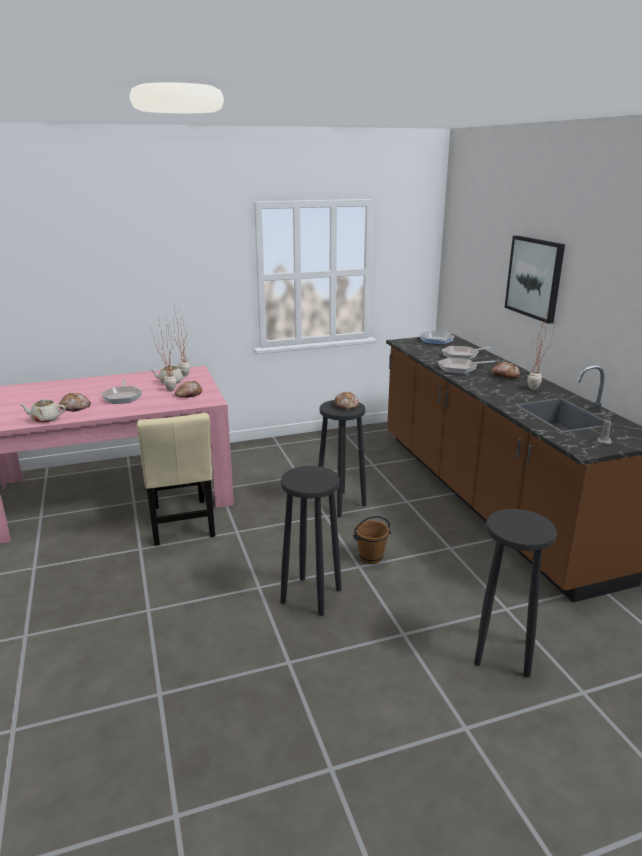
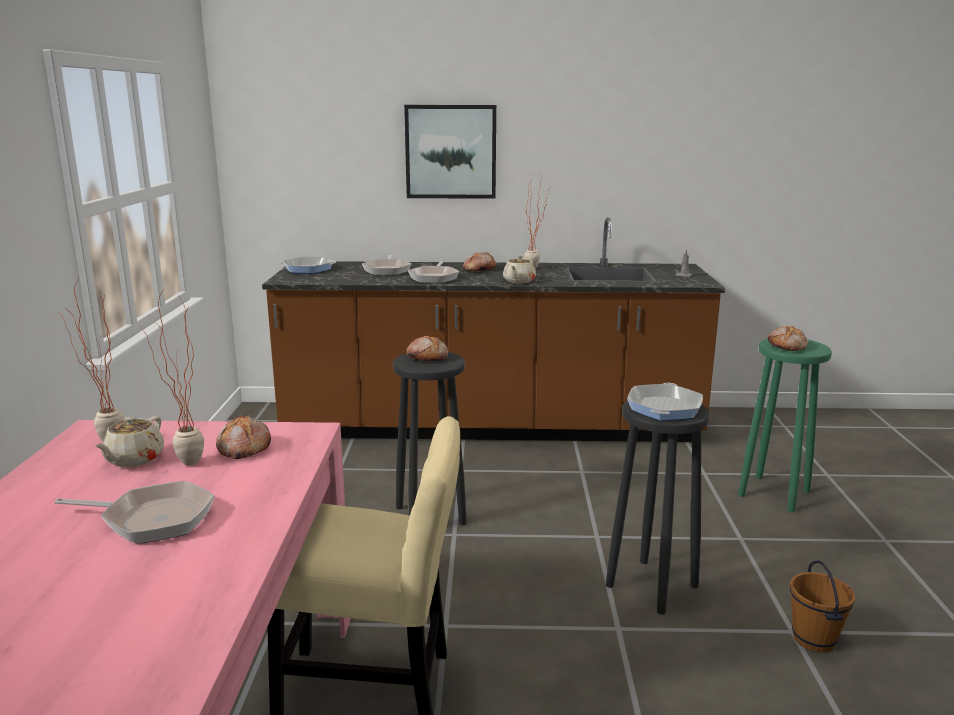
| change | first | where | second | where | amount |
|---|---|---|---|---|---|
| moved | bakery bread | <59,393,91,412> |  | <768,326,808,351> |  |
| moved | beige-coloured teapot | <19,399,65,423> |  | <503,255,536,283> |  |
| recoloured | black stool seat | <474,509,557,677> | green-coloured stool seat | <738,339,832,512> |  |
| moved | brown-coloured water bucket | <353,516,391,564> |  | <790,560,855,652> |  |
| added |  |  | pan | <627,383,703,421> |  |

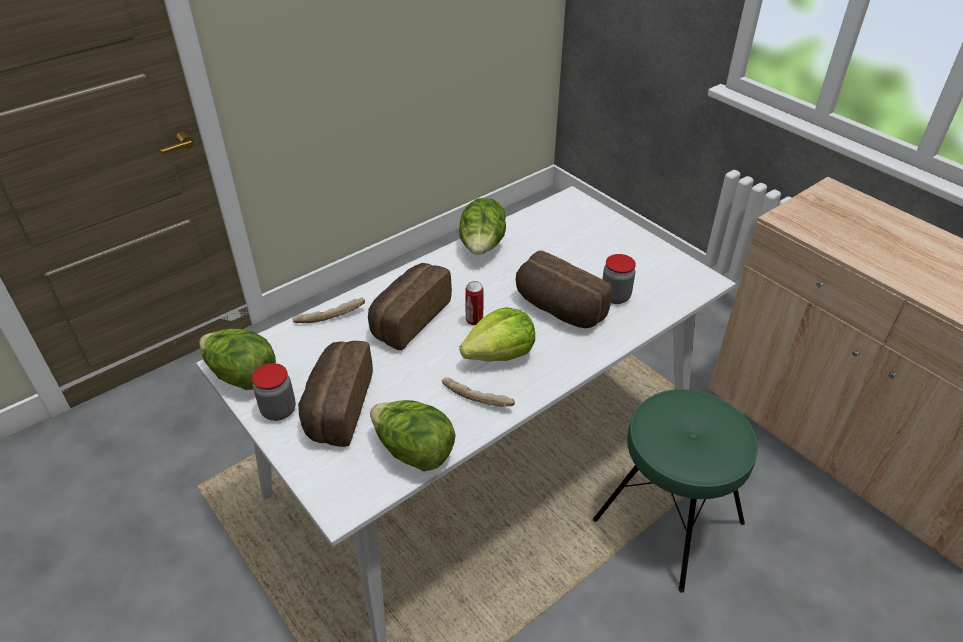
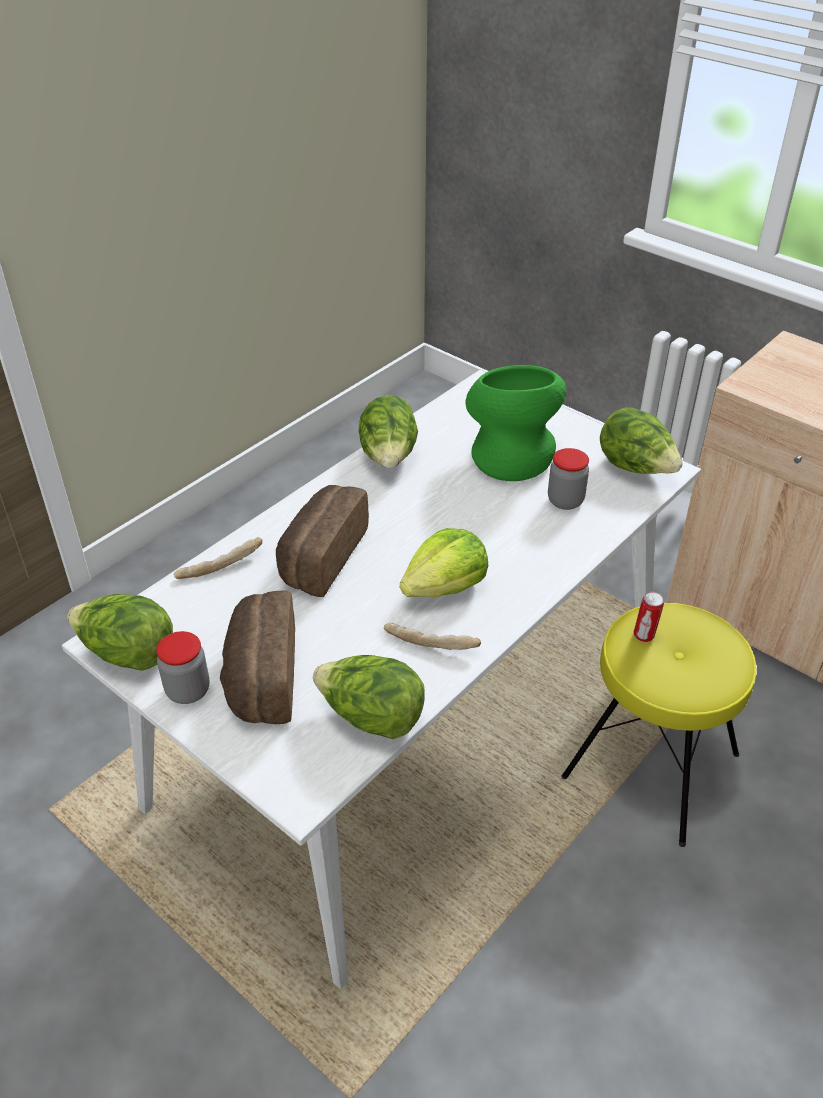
| change | first | where | second | where | amount |
|---|---|---|---|---|---|
| removed | bakery bread | <516,250,612,328> |  |  |  |
| moved | sealed can | <465,281,484,325> |  | <634,592,664,642> |  |
| recoloured | green-coloured stool seat | <593,389,758,593> | yellowish stool seat | <561,603,756,847> |  |
| added |  |  | green-coloured flower vase | <466,365,566,481> |  |
| added |  |  | lettuce | <600,406,683,474> |  |

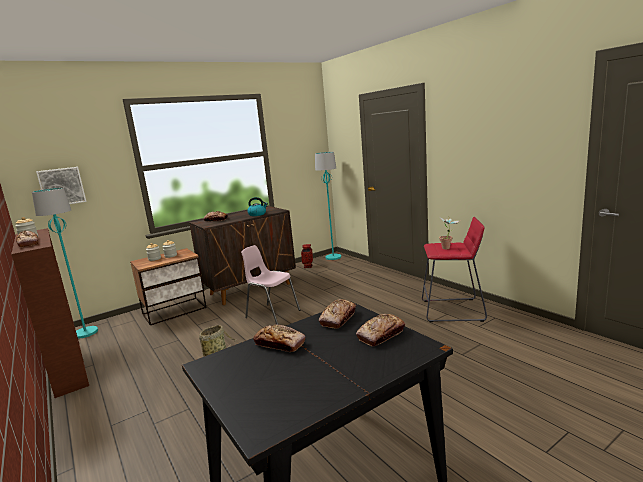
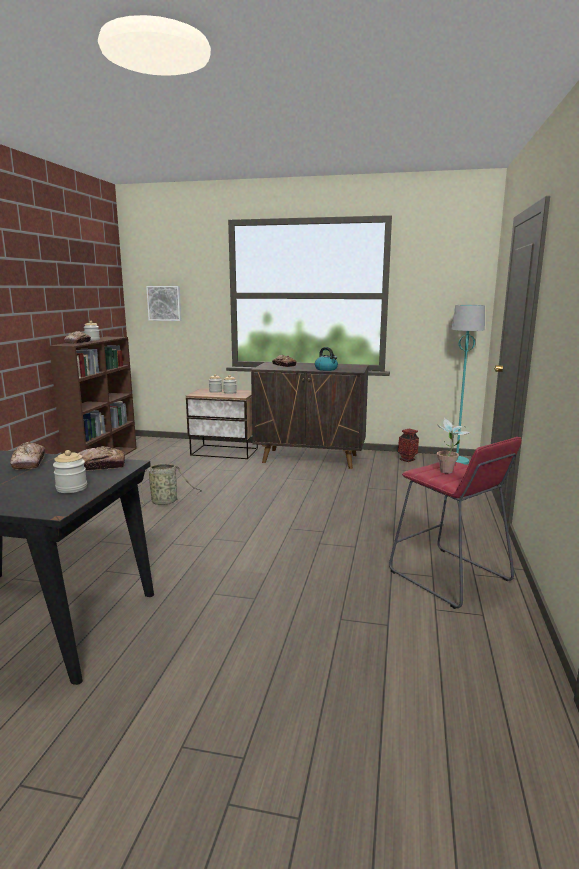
| change | first | where | second | where | amount |
|---|---|---|---|---|---|
| removed | turquoise standing lamp | <32,188,98,339> |  |  |  |
| removed | pink upright chair | <241,245,300,325> |  |  |  |
| replaced | bakery bread | <356,314,405,346> | preserve jar | <53,450,87,493> |  |

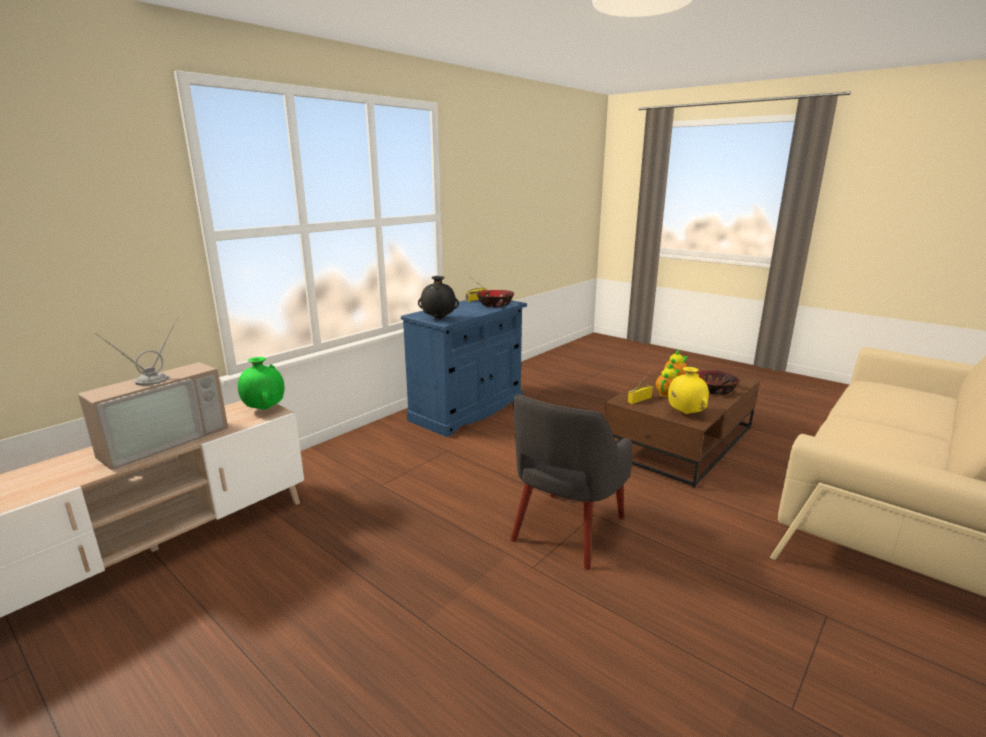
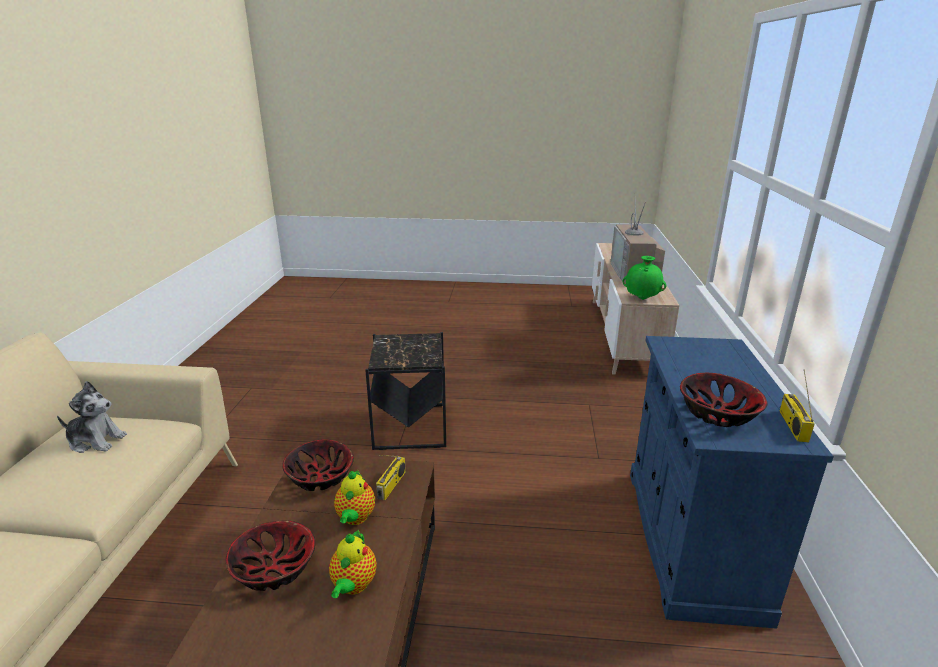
| change | first | where | second | where | amount |
|---|---|---|---|---|---|
| removed | black flower vase | <418,276,459,319> |  |  |  |
| replaced | yellowish flower vase | <668,367,709,414> | deep dish | <282,439,354,491> |  |
| replaced | gray easy chair | <511,394,632,570> | black accent table | <365,332,446,450> |  |
| added |  |  | cuddly toy | <57,381,127,453> |  |

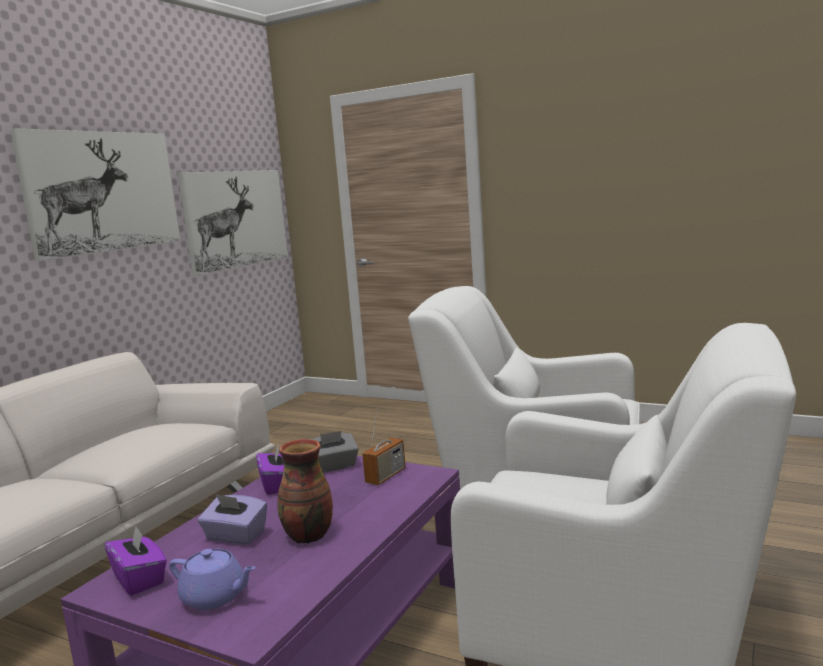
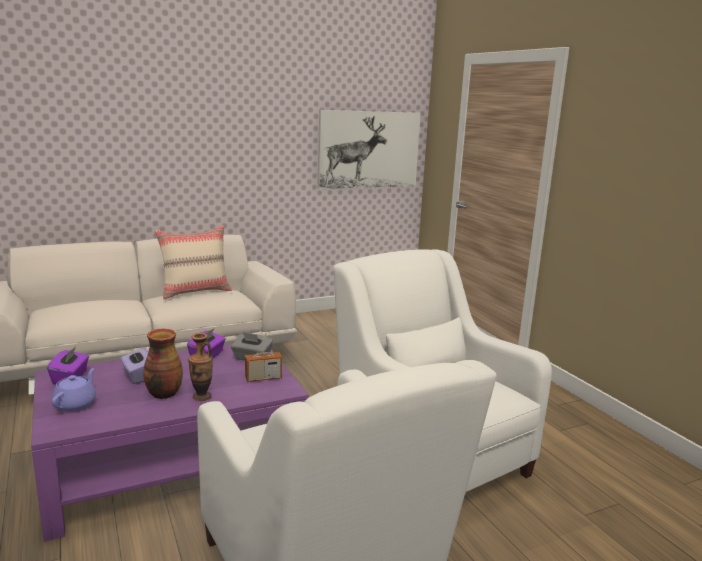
| change | first | where | second | where | amount |
|---|---|---|---|---|---|
| removed | wall art | <10,128,180,260> |  |  |  |
| turned | purple teapot | <169,549,256,610> |  | <51,368,96,411> | 135 degrees counterclockwise |
| added |  |  | beige-coloured throw pillow | <155,225,232,299> |  |
| added |  |  | flower vase | <188,333,213,401> |  |

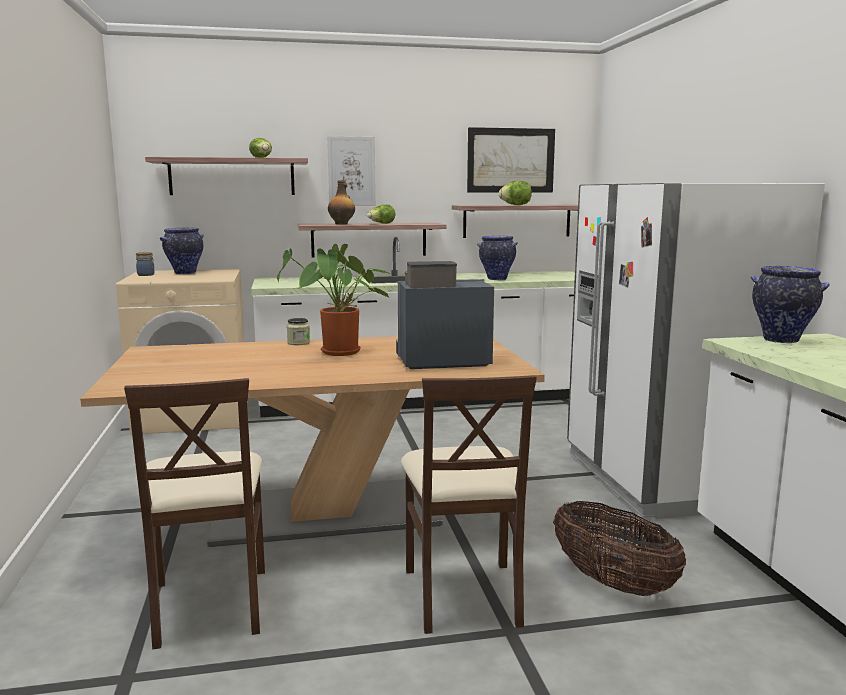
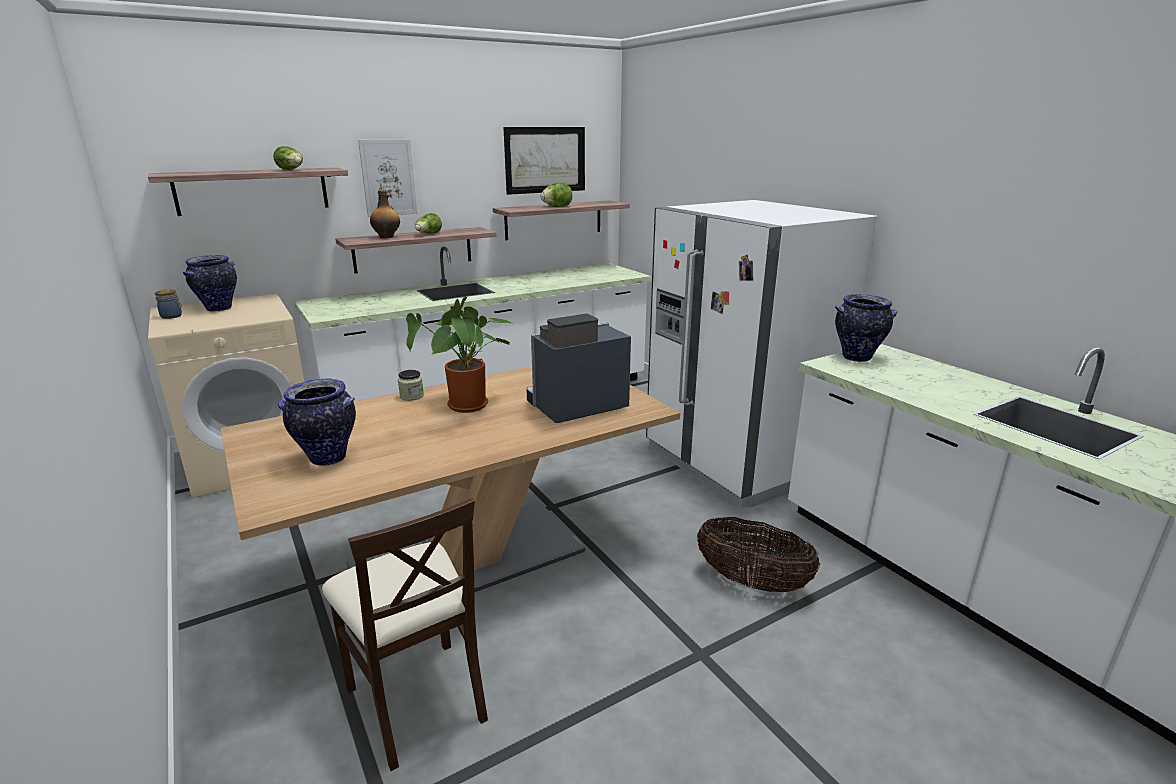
| change | first | where | second | where | amount |
|---|---|---|---|---|---|
| moved | flower vase | <477,236,518,280> |  | <278,378,356,466> |  |
| removed | beige-coloured upright chair | <401,375,537,634> |  |  |  |

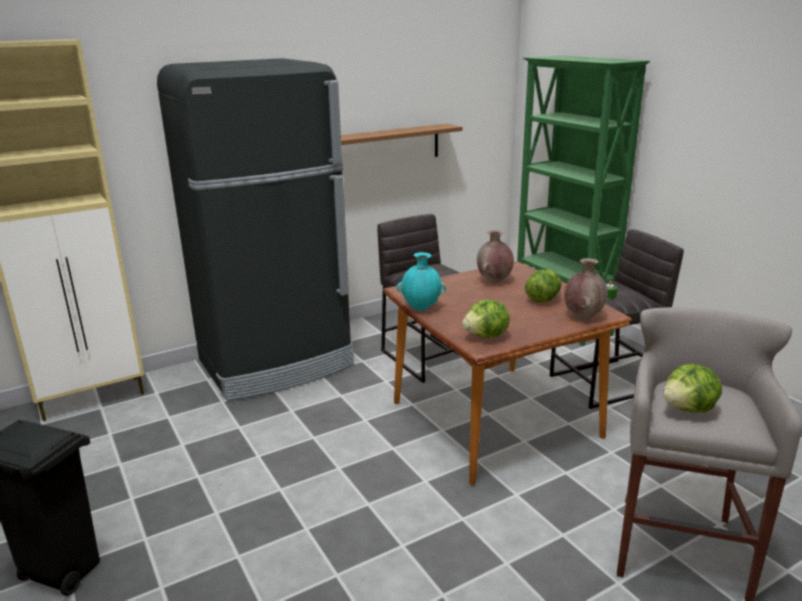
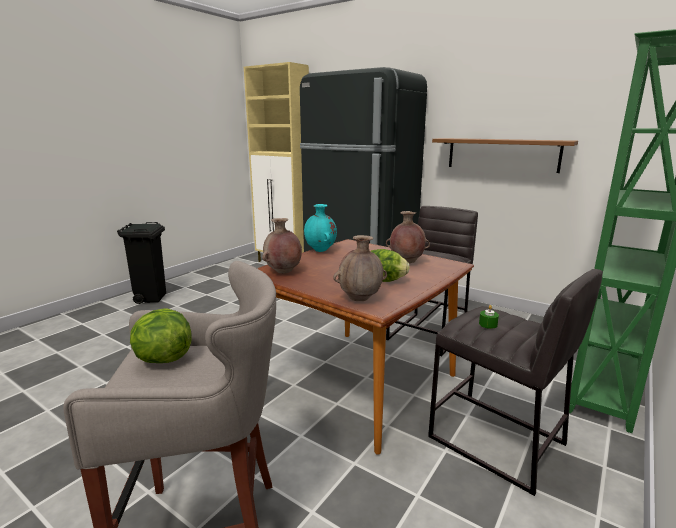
| change | first | where | second | where | amount |
|---|---|---|---|---|---|
| replaced | lettuce | <462,299,510,338> | brown-coloured flower vase | <262,218,302,274> |  |

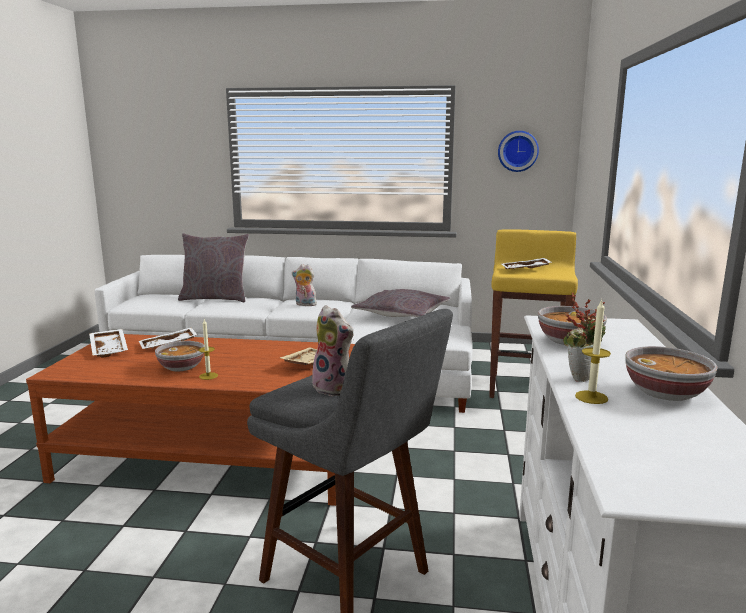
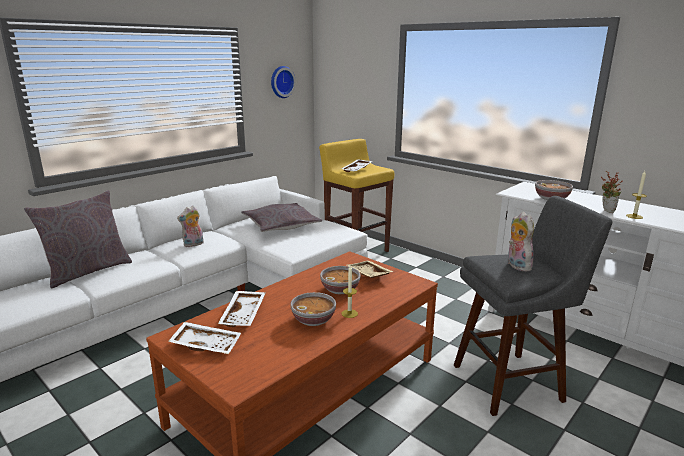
| change | first | where | second | where | amount |
|---|---|---|---|---|---|
| turned | cuddly toy | <312,305,354,396> |  | <507,212,535,271> | 90 degrees counterclockwise |
| moved | deep dish | <625,346,717,401> |  | <320,266,361,294> |  |

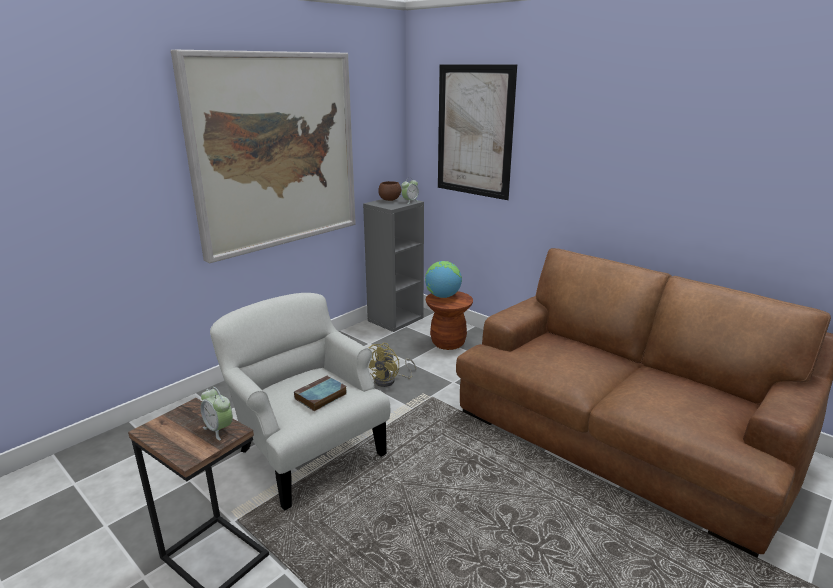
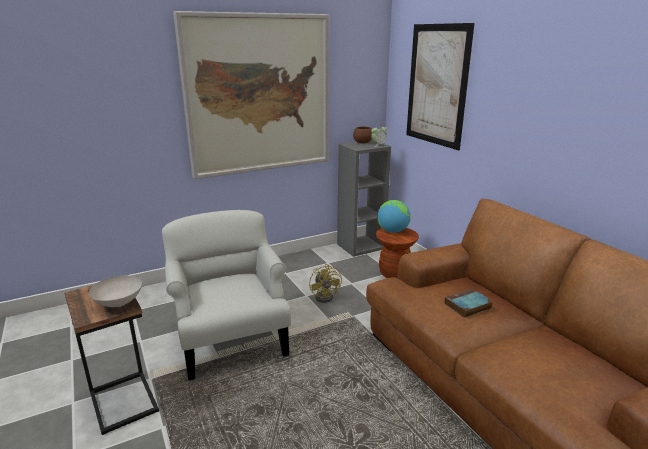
| change | first | where | second | where | amount |
|---|---|---|---|---|---|
| turned | yellowish fan | <369,343,416,387> |  | <309,264,342,303> | 60 degrees counterclockwise |
| moved | volume | <294,376,347,411> |  | <445,289,493,318> |  |
| replaced | alarm clock | <201,387,233,441> | whitish deep dish | <89,275,142,307> |  |

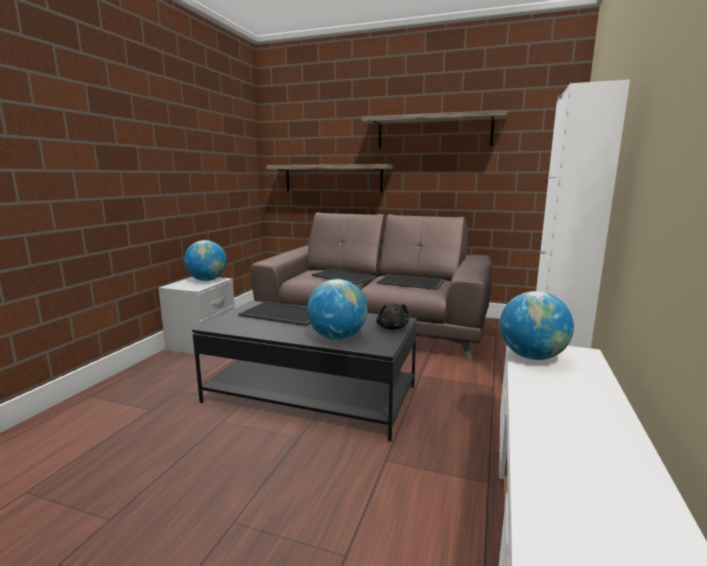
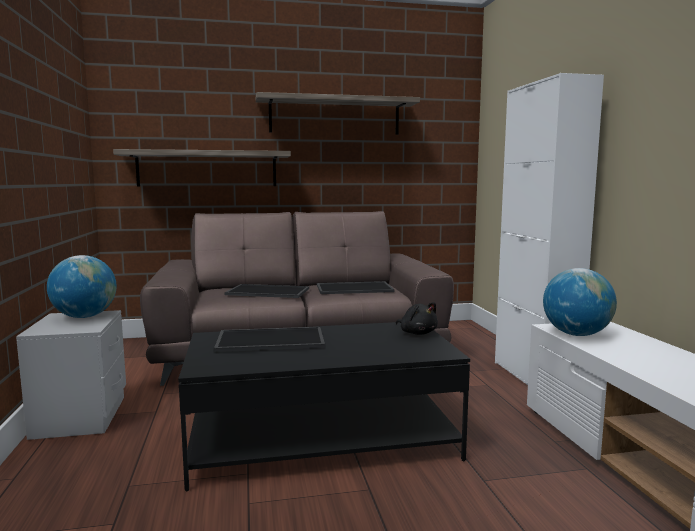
| change | first | where | second | where | amount |
|---|---|---|---|---|---|
| removed | desk globe | <307,279,368,340> |  |  |  |

